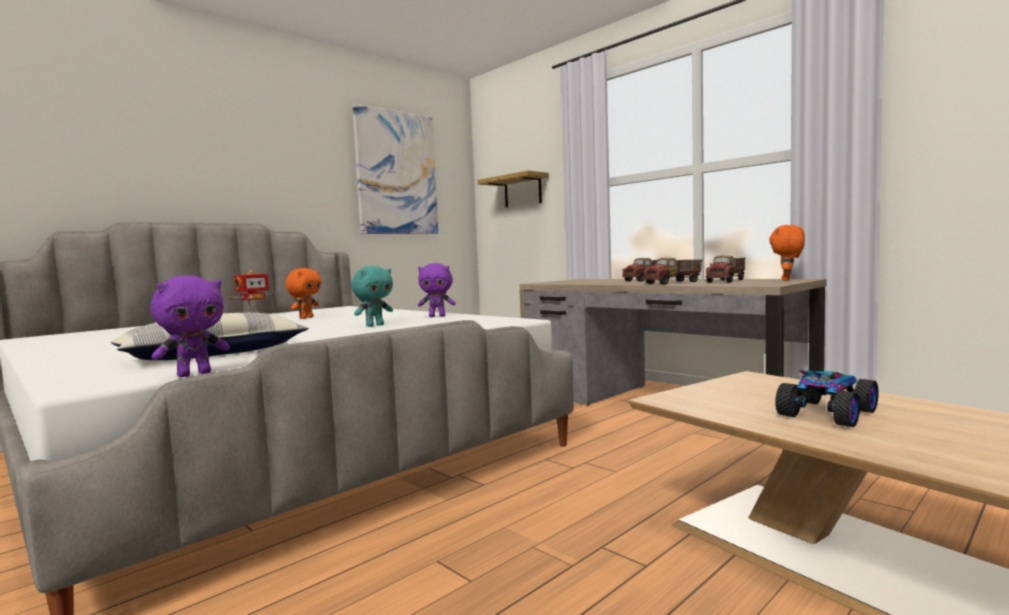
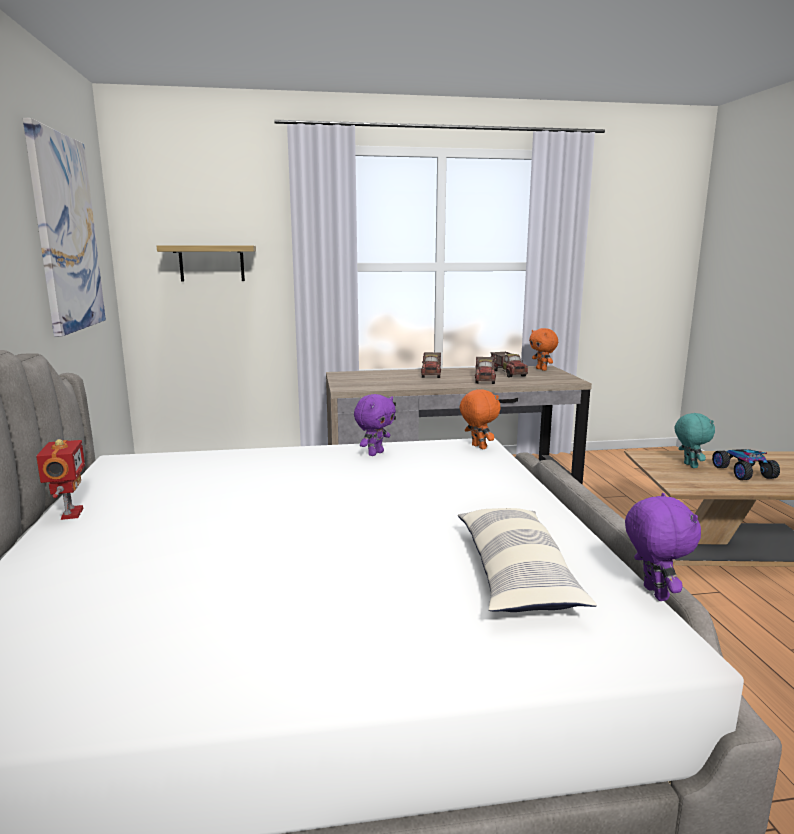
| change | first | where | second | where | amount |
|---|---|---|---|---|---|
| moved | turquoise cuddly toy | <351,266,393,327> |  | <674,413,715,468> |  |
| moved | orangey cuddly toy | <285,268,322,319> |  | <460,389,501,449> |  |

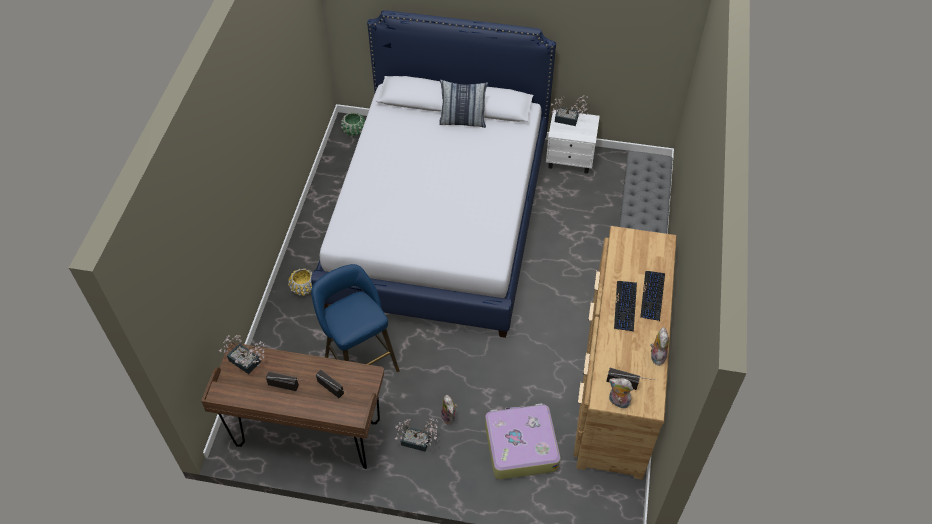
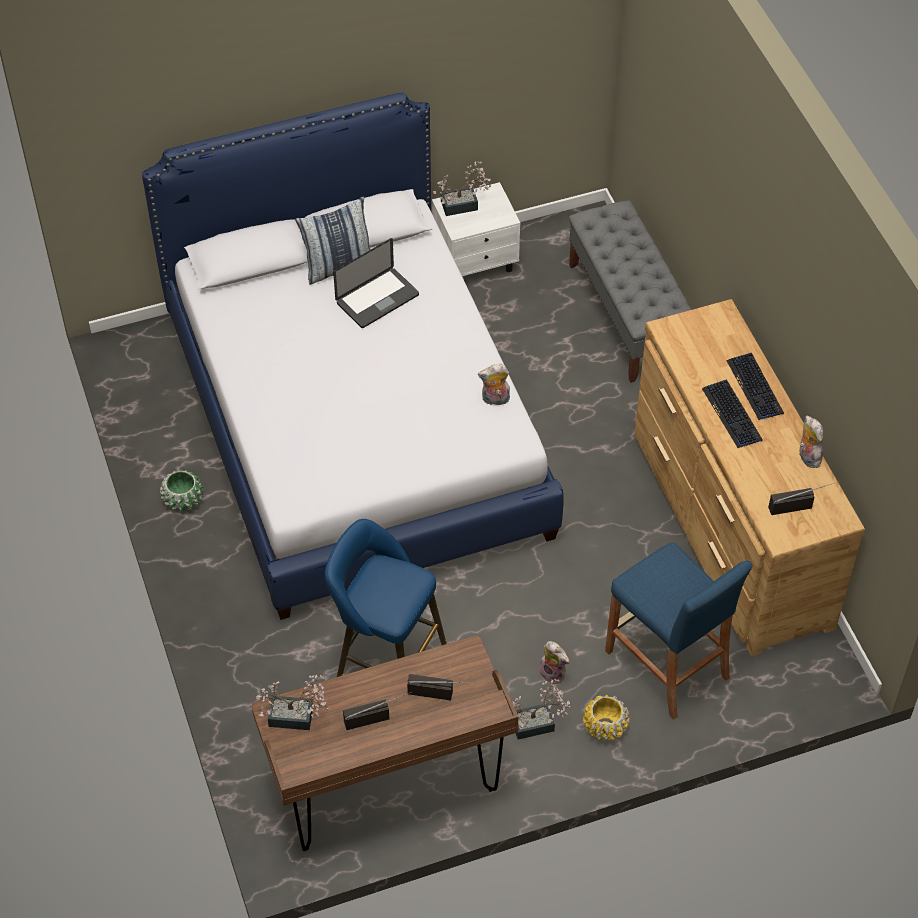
| change | first | where | second | where | amount |
|---|---|---|---|---|---|
| moved | green-coloured plant pot | <341,113,365,136> |  | <160,469,204,512> |  |
| moved | yellowish plant pot | <288,268,313,296> |  | <583,695,630,741> |  |
| moved | cuddly toy | <609,378,633,408> |  | <478,364,510,405> |  |
| replaced | travel case | <485,403,560,479> | blue-coloured stool seat | <605,543,753,719> |  |
| added |  |  | laptop | <333,238,419,328> |  |

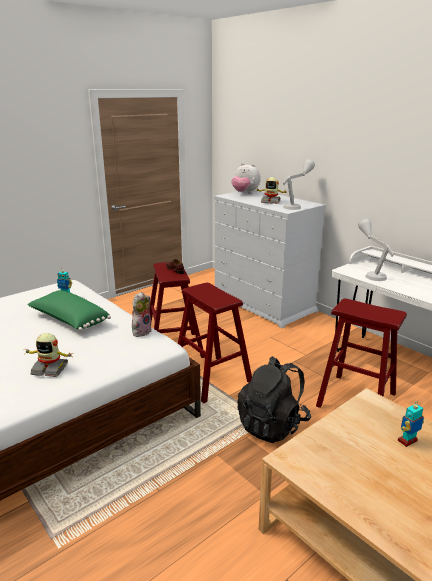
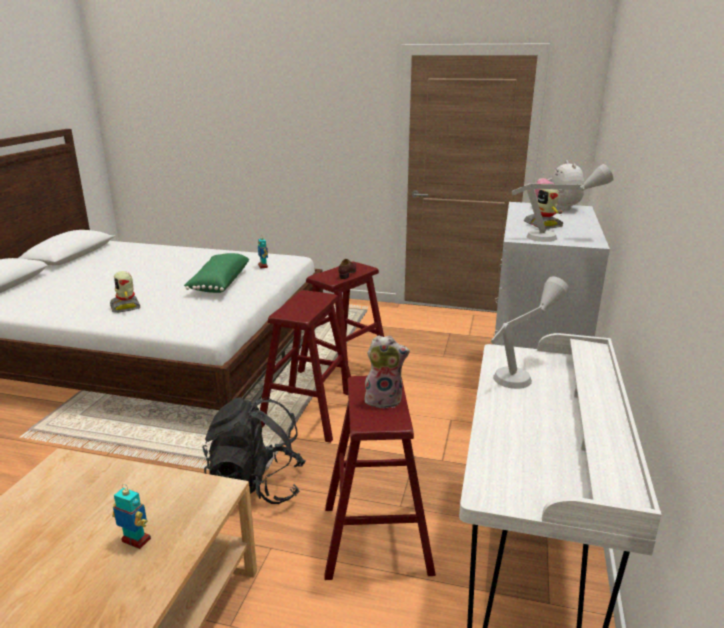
| change | first | where | second | where | amount |
|---|---|---|---|---|---|
| moved | cuddly toy | <132,292,152,337> |  | <365,335,410,409> |  |

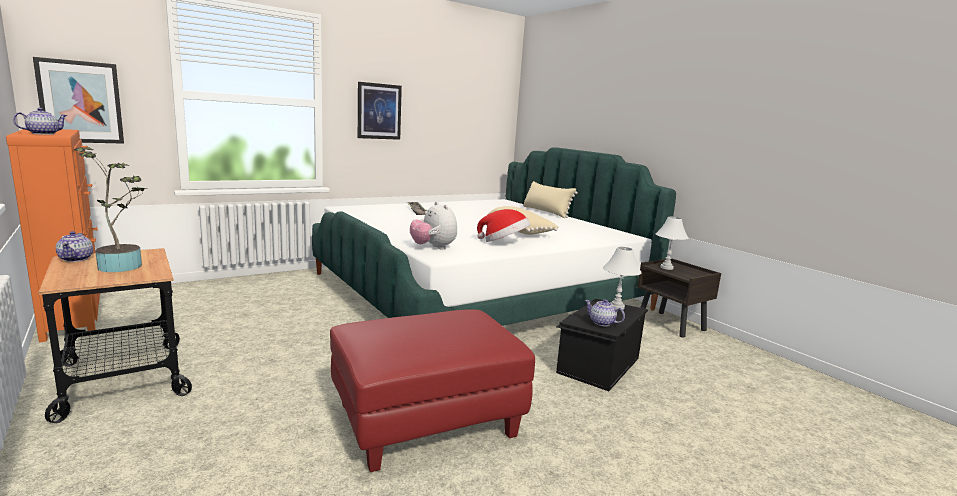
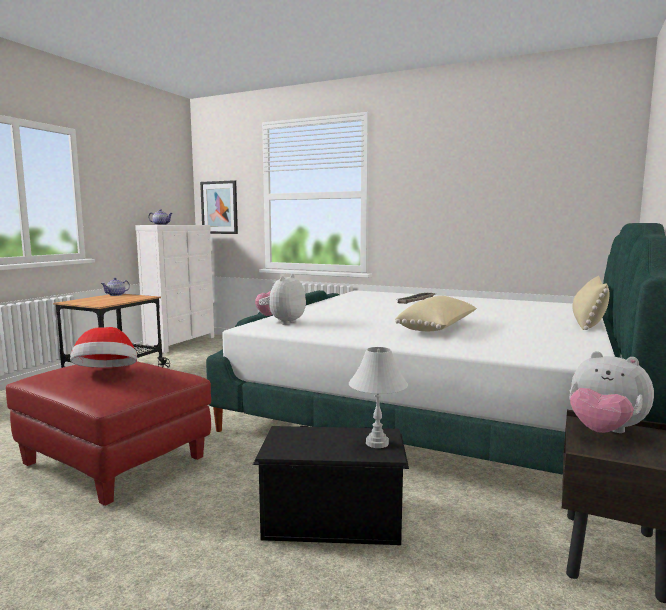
| change | first | where | second | where | amount |
|---|---|---|---|---|---|
| removed | wall art | <358,82,402,140> |  |  |  |
| recoloured | orangey chest of drawers | <6,129,100,343> | whitish chest of drawers | <135,225,214,353> |  |
| removed | potted plant | <74,147,145,272> |  |  |  |
| moved | wearable hat | <477,209,530,242> |  | <70,327,137,367> |  |
| replaced | whitish table lamp | <656,217,689,270> | cuddly toy | <569,351,654,433> |  |
| removed | teapot | <585,299,625,326> |  |  |  |

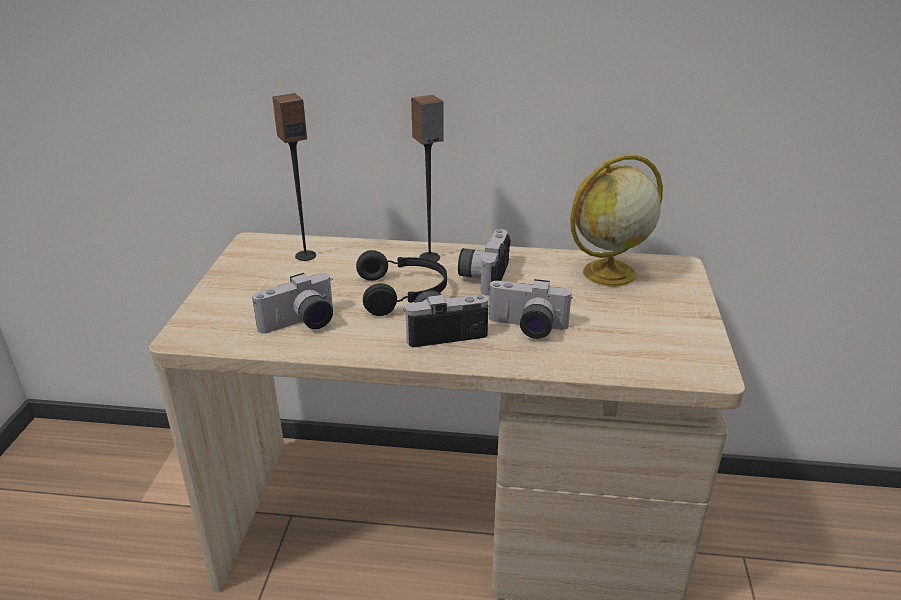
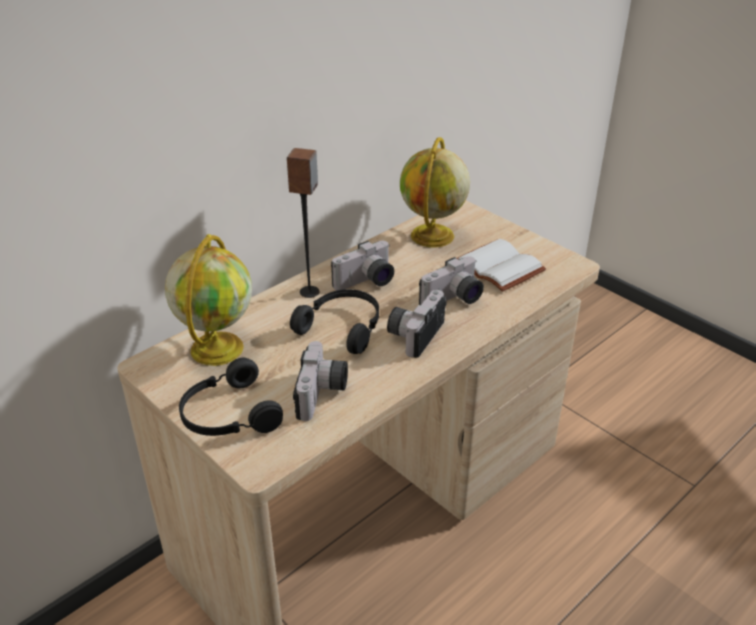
| change | first | where | second | where | amount |
|---|---|---|---|---|---|
| replaced | audio speaker | <272,93,316,261> | desk globe | <165,234,252,366> |  |
| turned | photo camera | <458,229,511,295> |  | <331,241,394,290> | 90 degrees counterclockwise |
| added |  |  | whitish volume | <457,239,546,292> |  |
| added |  |  | black headphones | <179,358,283,436> |  |

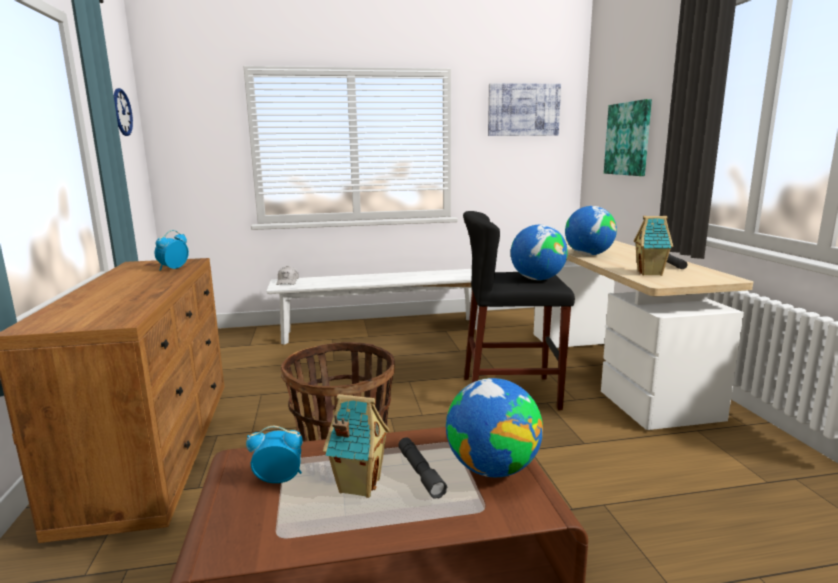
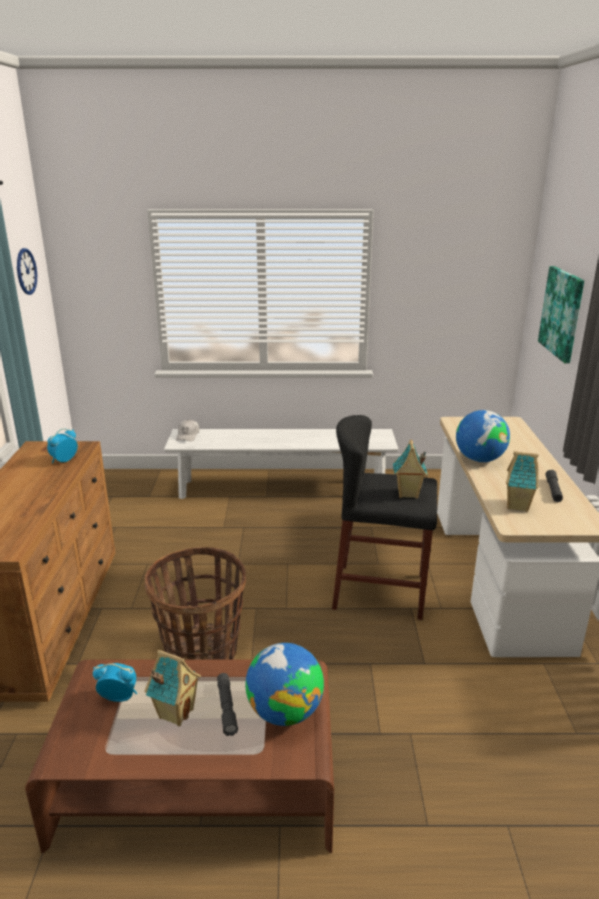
| change | first | where | second | where | amount |
|---|---|---|---|---|---|
| removed | wall art | <488,83,561,136> |  |  |  |
| replaced | desk globe | <511,224,568,280> | model house | <393,440,428,499> |  |

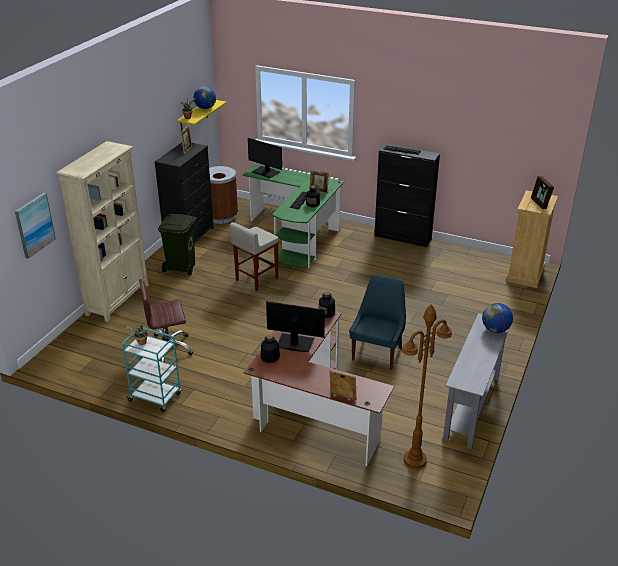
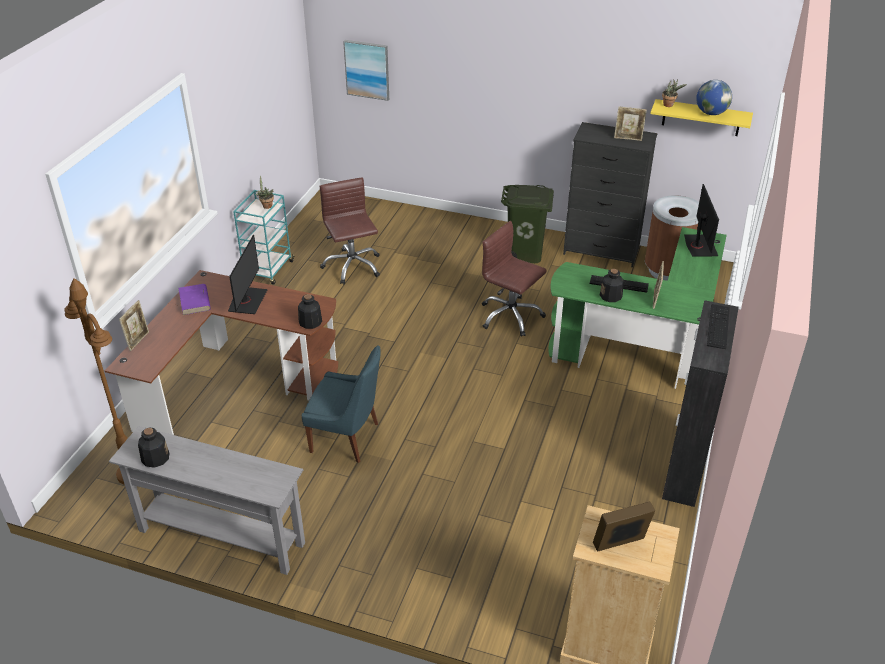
| change | first | where | second | where | amount |
|---|---|---|---|---|---|
| turned | computer display | <248,138,282,178> |  | <684,184,719,256> | 150 degrees clockwise |
| removed | beige-coloured bookshelf | <56,141,149,322> |  |  |  |
| replaced | beige-coloured stool seat | <229,222,279,291> | brown-coloured office chair | <482,221,547,337> |  |
| removed | desk globe | <482,303,513,333> |  |  |  |
| moved | drink bottle | <261,335,280,363> |  | <138,427,169,468> |  |
| added |  |  | purple volume | <179,284,211,315> |  |

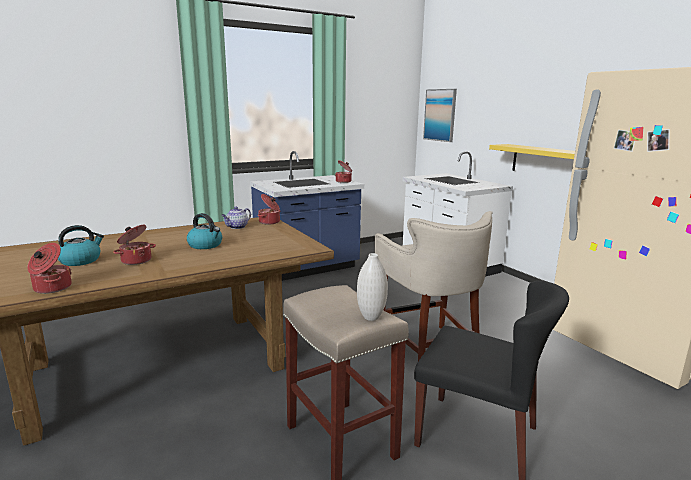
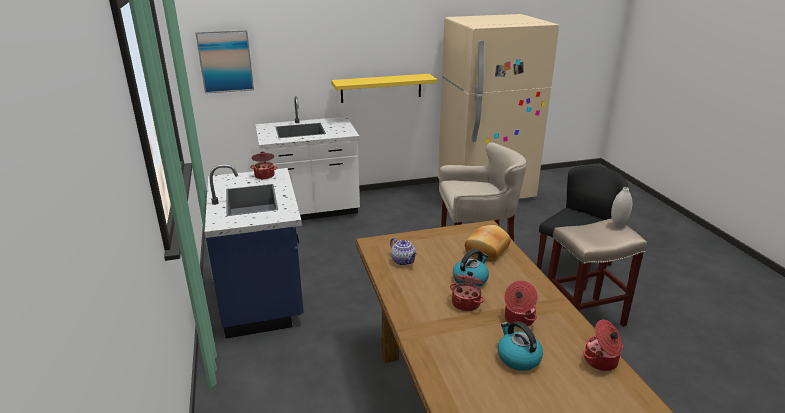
| change | first | where | second | where | amount |
|---|---|---|---|---|---|
| moved | stockpot | <258,194,280,224> |  | <450,271,485,311> |  |
| added |  |  | bakery bread | <465,225,511,261> |  |

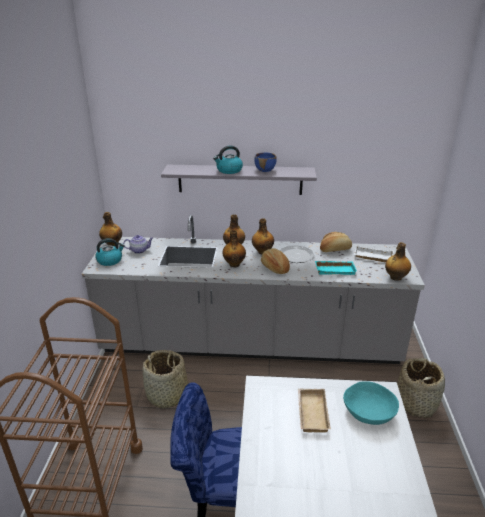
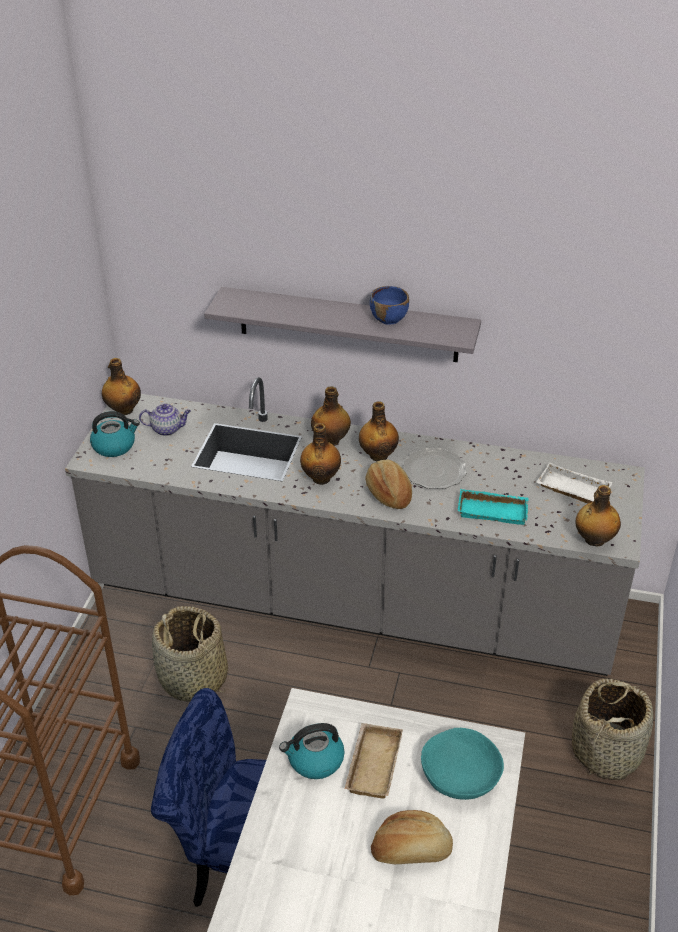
| change | first | where | second | where | amount |
|---|---|---|---|---|---|
| moved | kettle | <213,145,243,174> |  | <279,723,345,779> |  |
| moved | bakery bread | <320,232,352,252> |  | <371,810,453,864> |  |

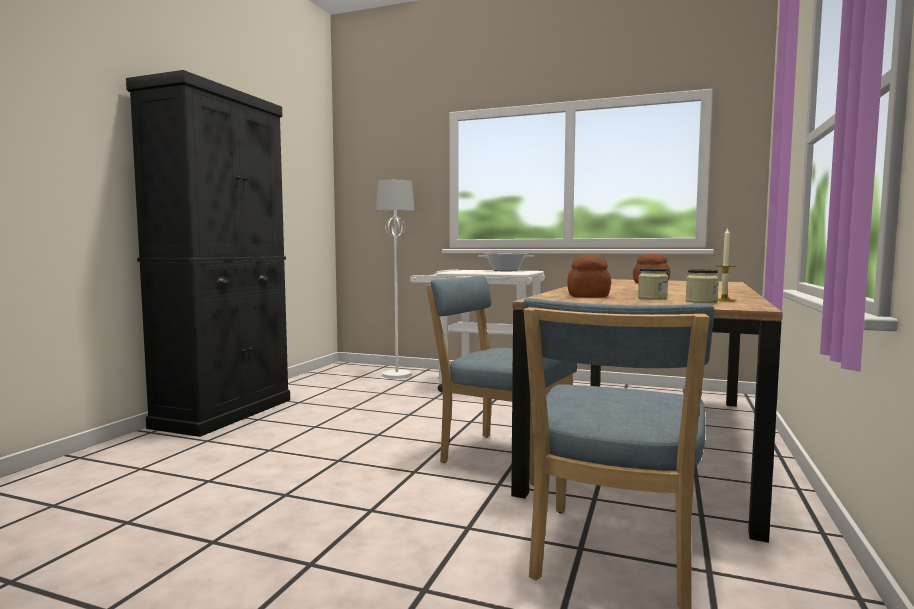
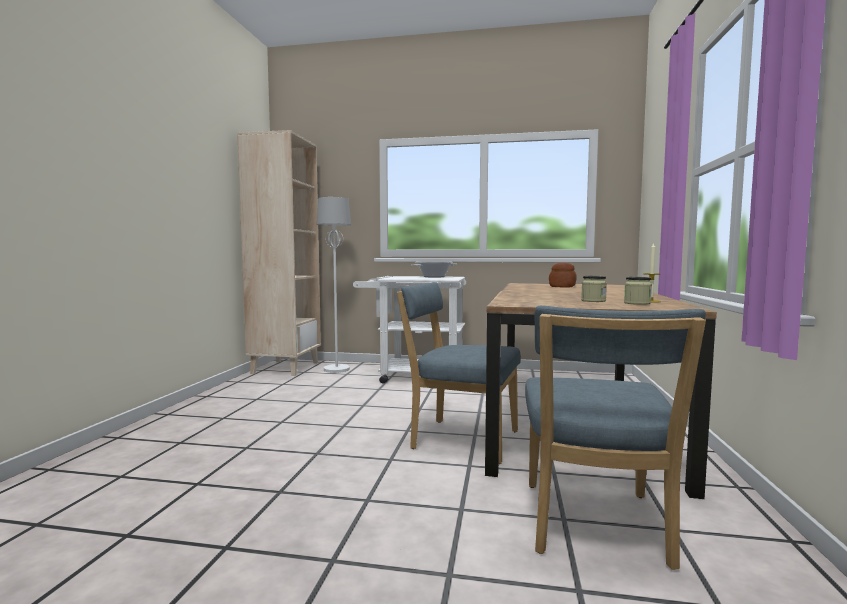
| change | first | where | second | where | amount |
|---|---|---|---|---|---|
| removed | black cabinet | <126,70,290,437> |  |  |  |
| removed | bakery bread | <567,256,611,298> |  |  |  |
| added |  |  | beige-coloured bookshelf | <237,130,321,376> |  |

